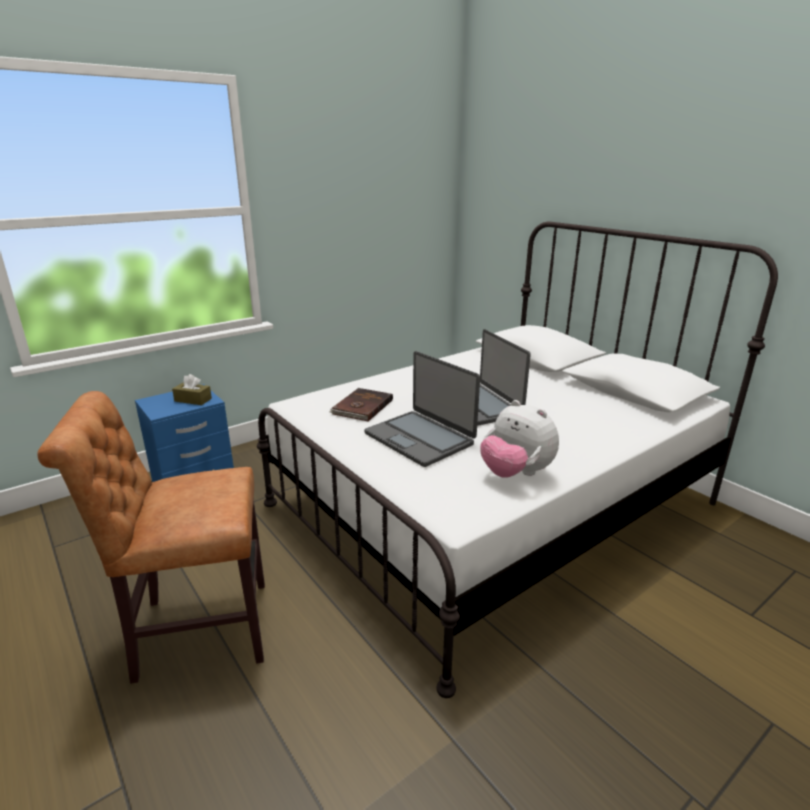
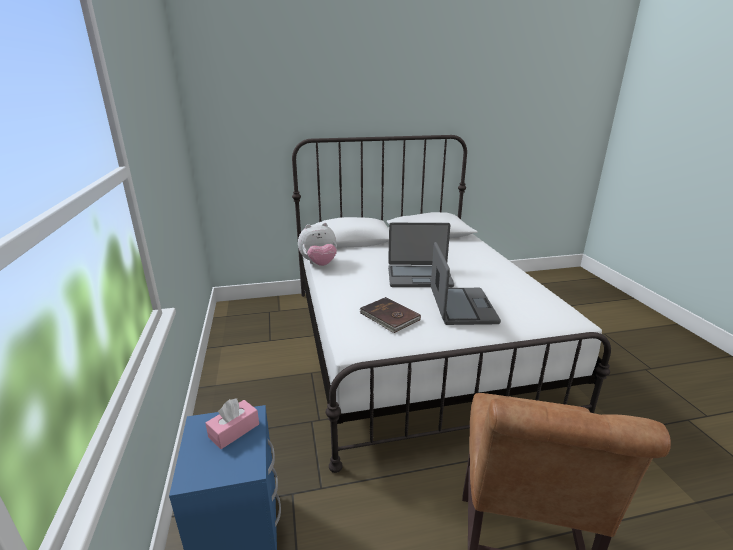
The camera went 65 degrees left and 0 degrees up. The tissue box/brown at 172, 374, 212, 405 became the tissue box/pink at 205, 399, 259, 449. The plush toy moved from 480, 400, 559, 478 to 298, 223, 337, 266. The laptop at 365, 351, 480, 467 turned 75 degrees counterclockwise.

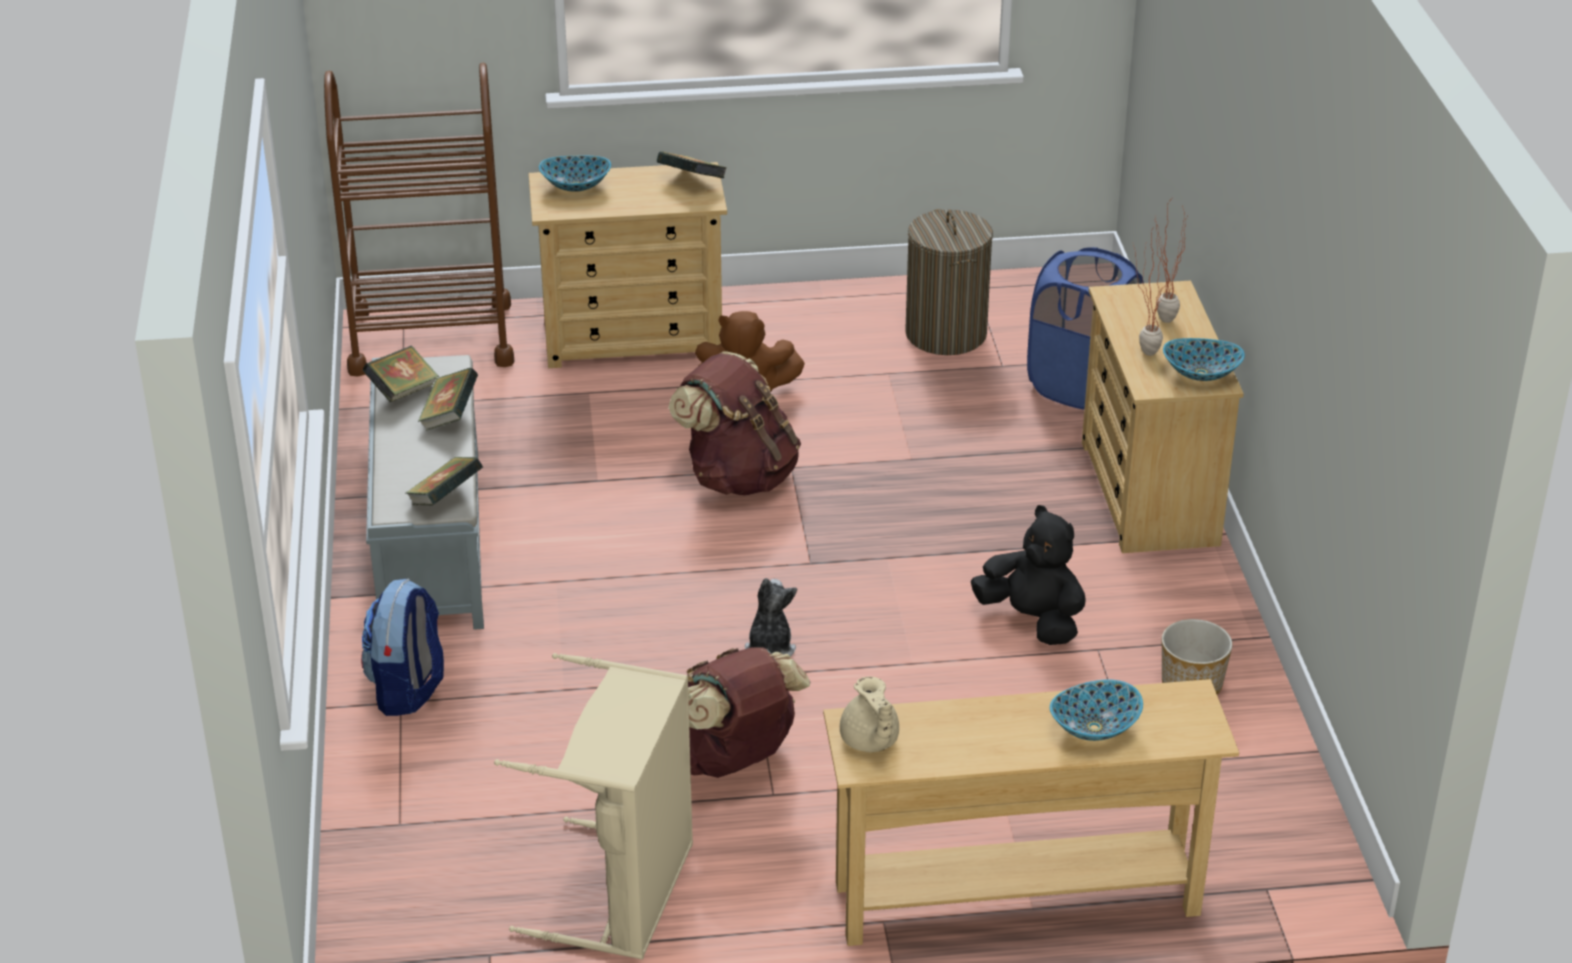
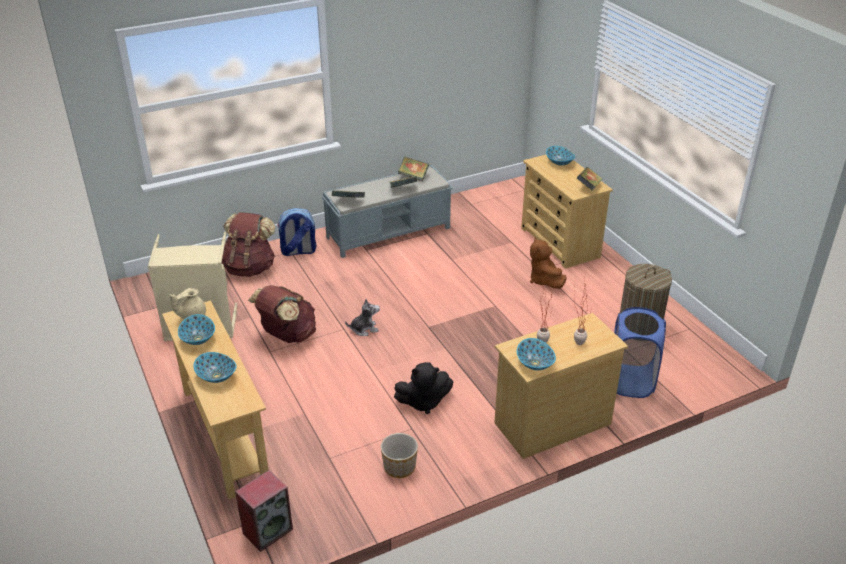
The camera went 70 degrees right and 0 degrees up. The bowl at 178, 314, 215, 345 appeared. The backpack/brown moved from 668, 351, 801, 495 to 222, 212, 275, 277. The speaker at 235, 470, 293, 552 appeared. The plush toy/black at 971, 505, 1086, 645 turned 60 degrees clockwise. The cart/brown at 324, 63, 514, 377 disappeared.

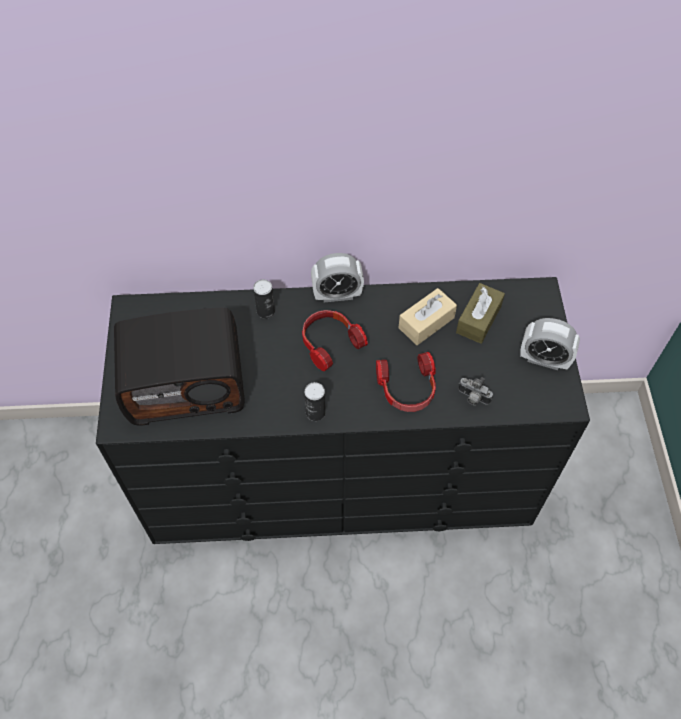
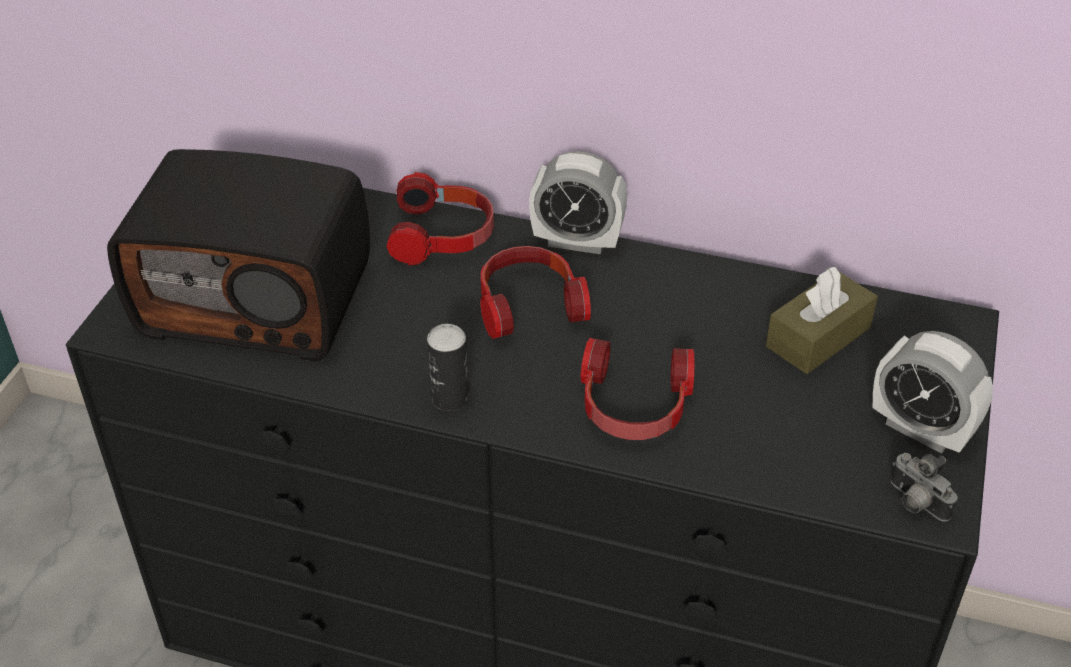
The camera went 20 degrees right and 15 degrees down. The can at 253, 279, 275, 319 was replaced by the headphones at 386, 172, 494, 266. The photo camera moved from 459, 377, 493, 406 to 891, 453, 958, 522. The tissue box/beige at 398, 288, 457, 345 disappeared.

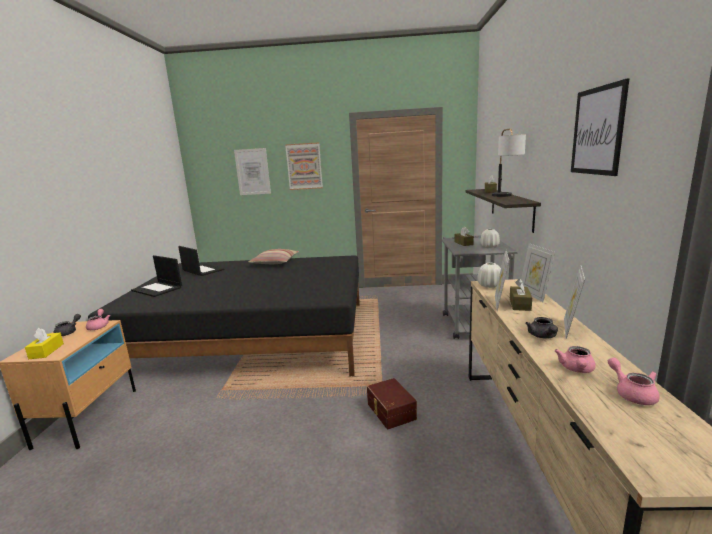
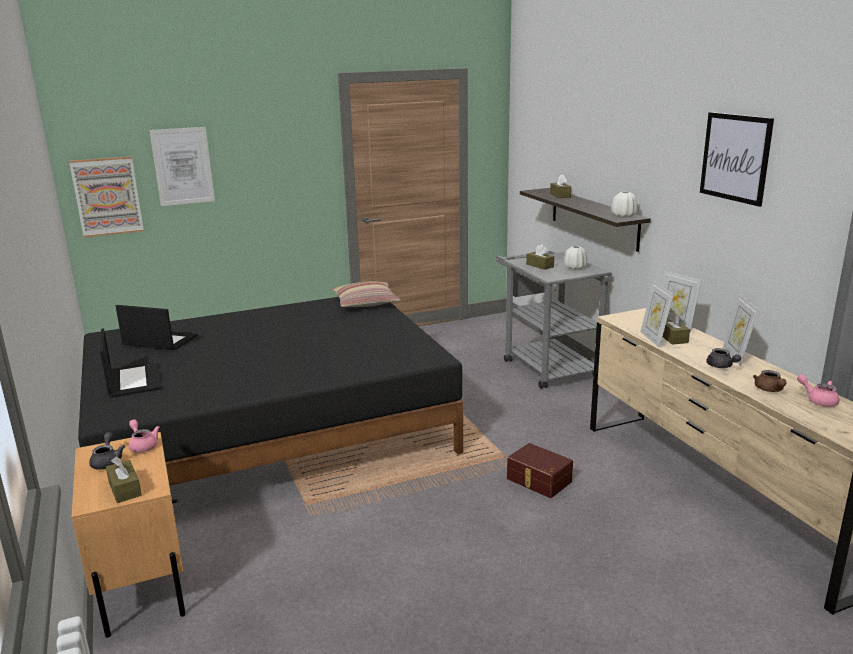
The camera went 25 degrees left and 5 degrees up. The picture moved from 285, 142, 323, 190 to 69, 156, 144, 237. The laptop at 131, 255, 182, 297 turned 120 degrees counterclockwise. The tissue box/yellow at 25, 328, 64, 359 became the tissue box/brown at 106, 457, 142, 503. The pillow moved from 248, 249, 299, 264 to 332, 281, 401, 307. The vase/white moved from 477, 263, 501, 288 to 611, 192, 637, 217. The teapot/pink at 555, 346, 596, 373 became the teapot/brown at 753, 370, 787, 392. The table lamp at 492, 129, 526, 197 disappeared.

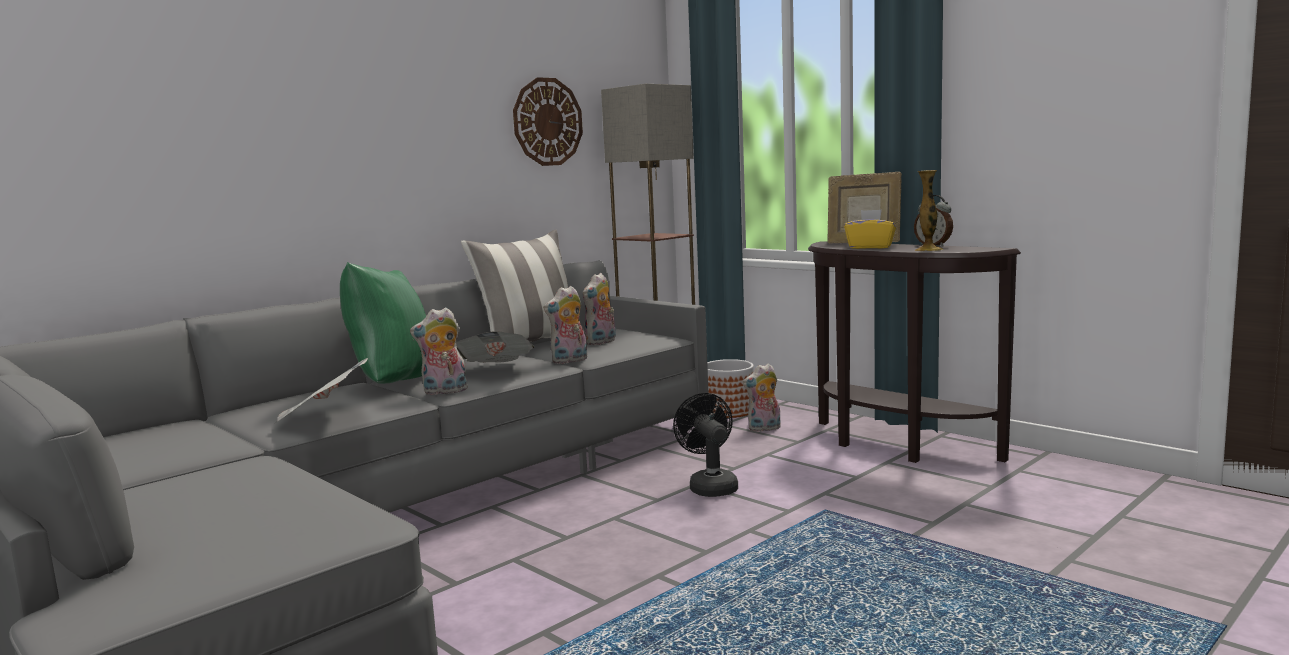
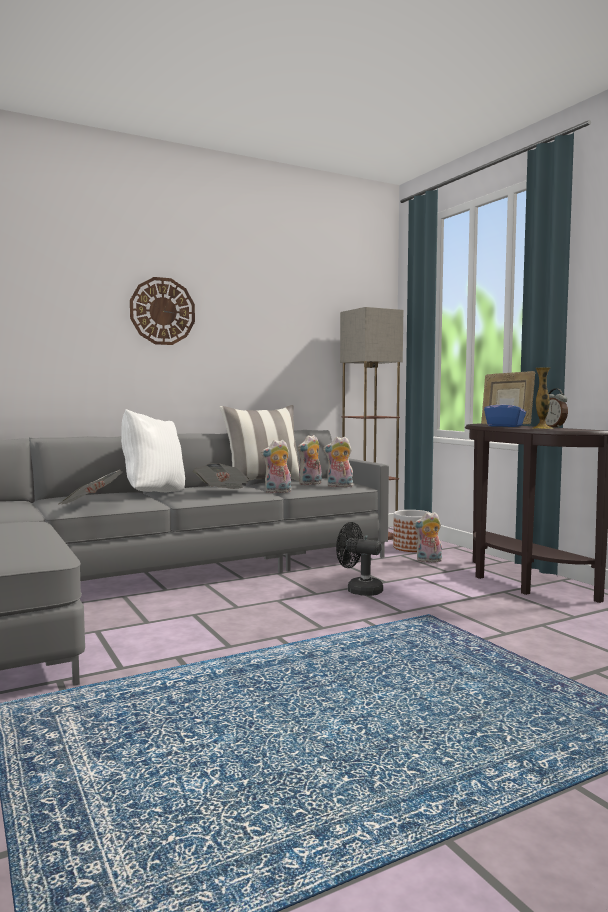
The camera went 15 degrees right and 5 degrees down. The pillow/green at 340, 262, 426, 384 became the pillow/white at 121, 409, 185, 492. The wall clock moved from 513, 77, 583, 166 to 130, 277, 195, 345. The plush toy moved from 410, 307, 468, 395 to 323, 436, 353, 487. The fan/black at 673, 393, 738, 497 turned 60 degrees counterclockwise. The tissue box/yellow at 844, 209, 896, 249 became the tissue box/blue at 484, 398, 526, 427.

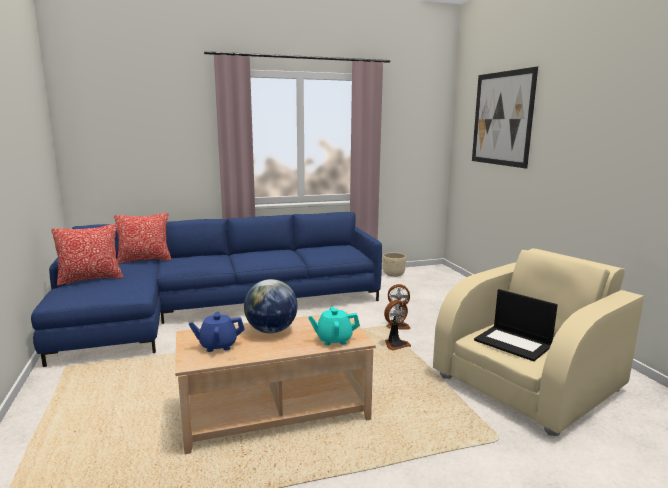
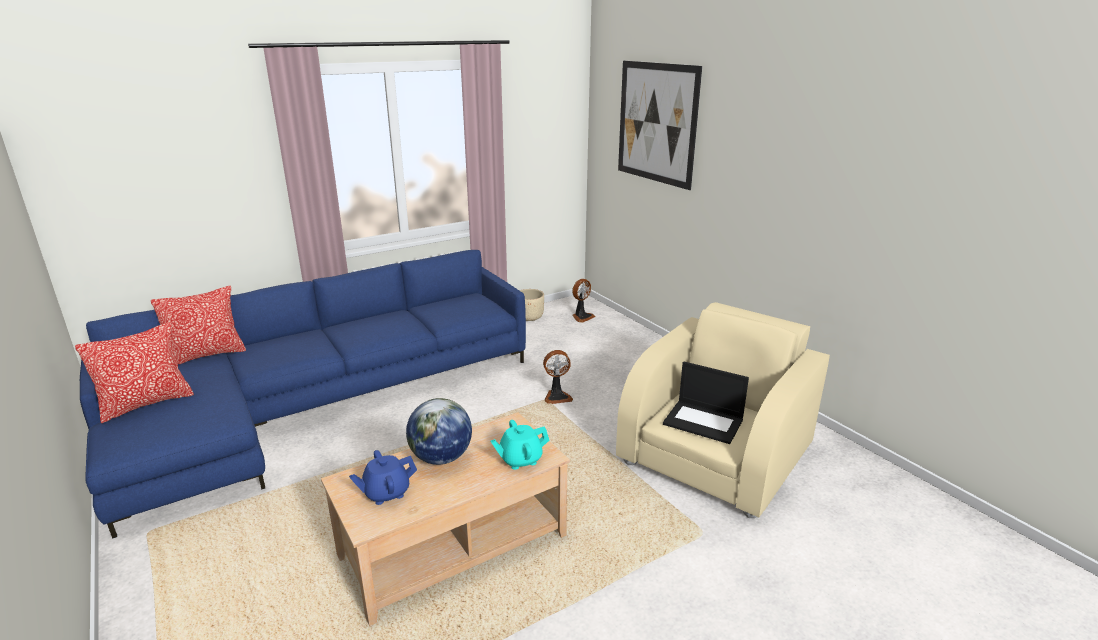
The camera went 15 degrees left and 10 degrees up. The fan moved from 384, 300, 411, 350 to 572, 279, 595, 323.

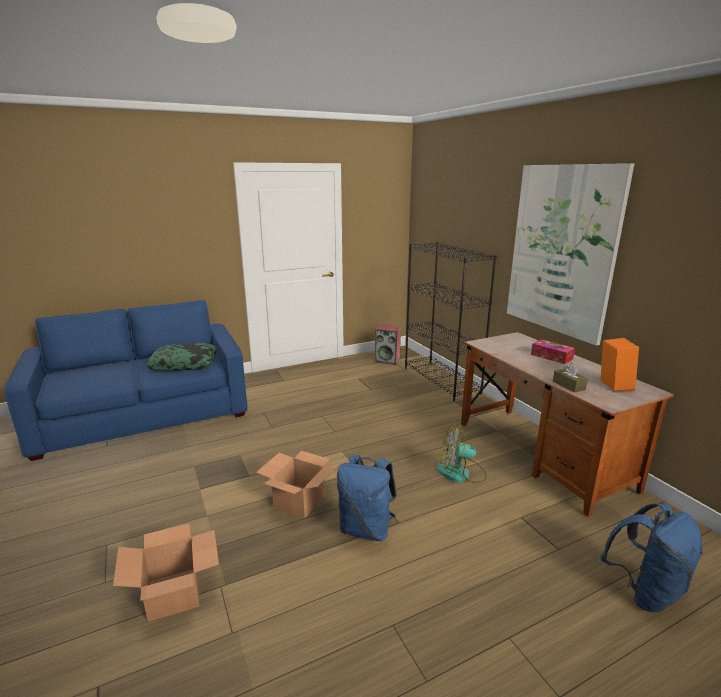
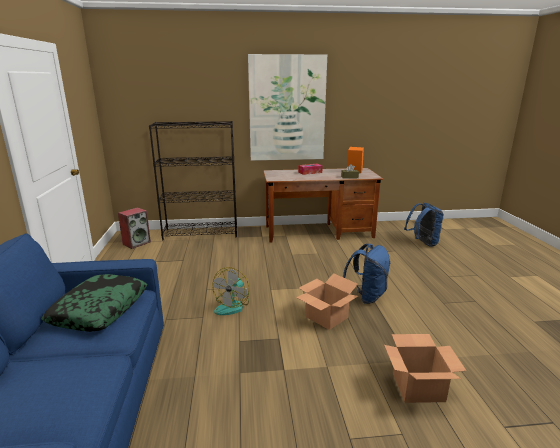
The camera went 70 degrees left and 0 degrees up. The fan moved from 437, 424, 487, 483 to 212, 267, 249, 315.

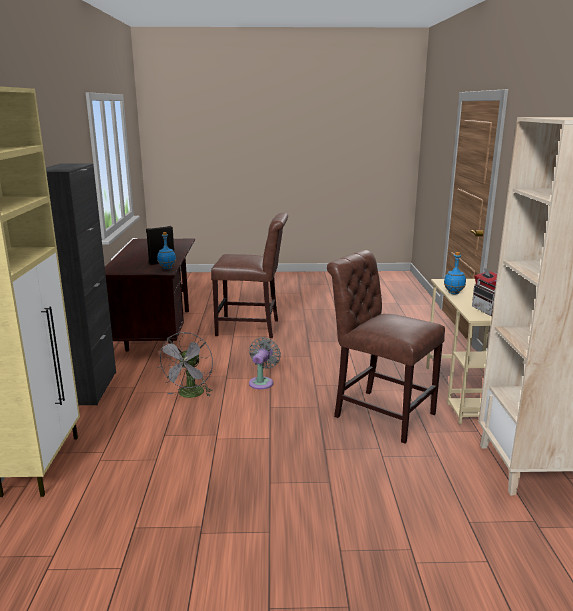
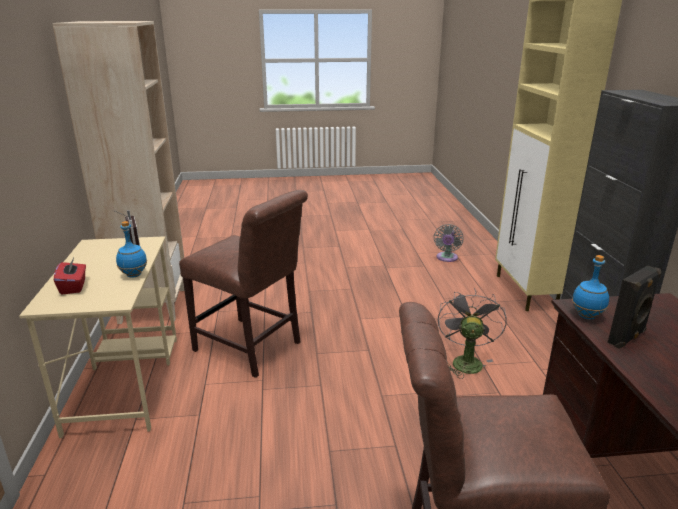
The camera went 175 degrees right and 5 degrees up. The fan/grey moved from 249, 337, 281, 390 to 434, 224, 463, 262.

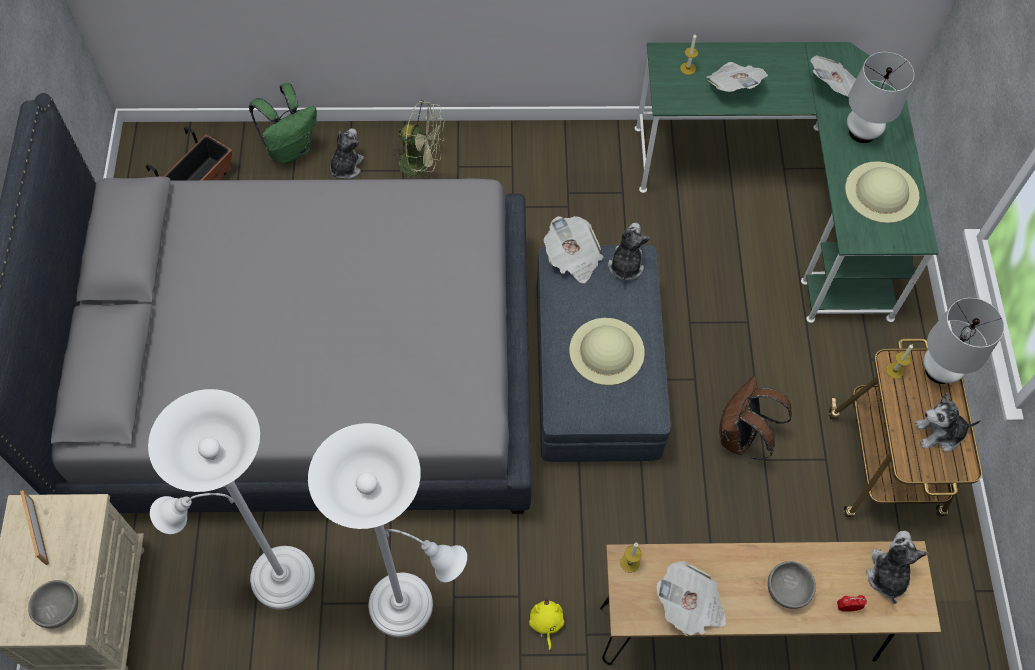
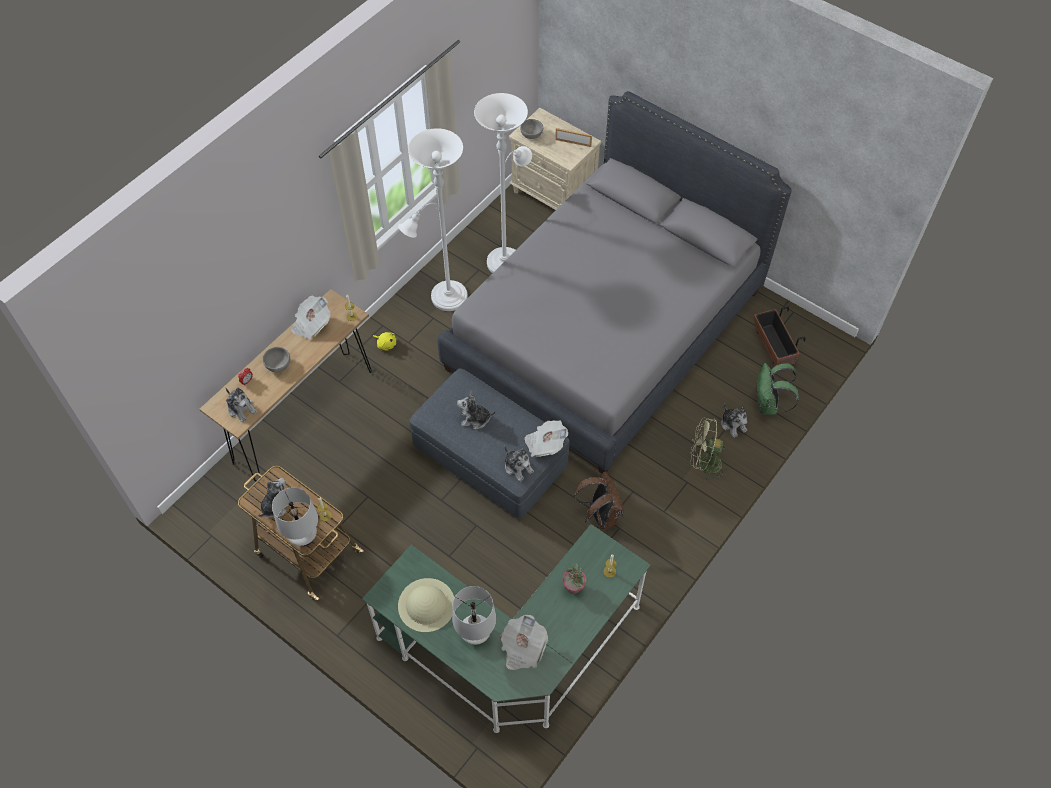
The camera went 130 degrees right and 5 degrees down. The hat/beige at 569, 318, 645, 385 was replaced by the plush toy at 457, 391, 496, 429. The newspaper at 706, 62, 768, 92 was replaced by the potted plant at 562, 563, 586, 594. The backpack/brown moved from 719, 376, 792, 460 to 574, 471, 624, 529. The fan/green at 393, 100, 445, 177 turned 45 degrees clockwise.

